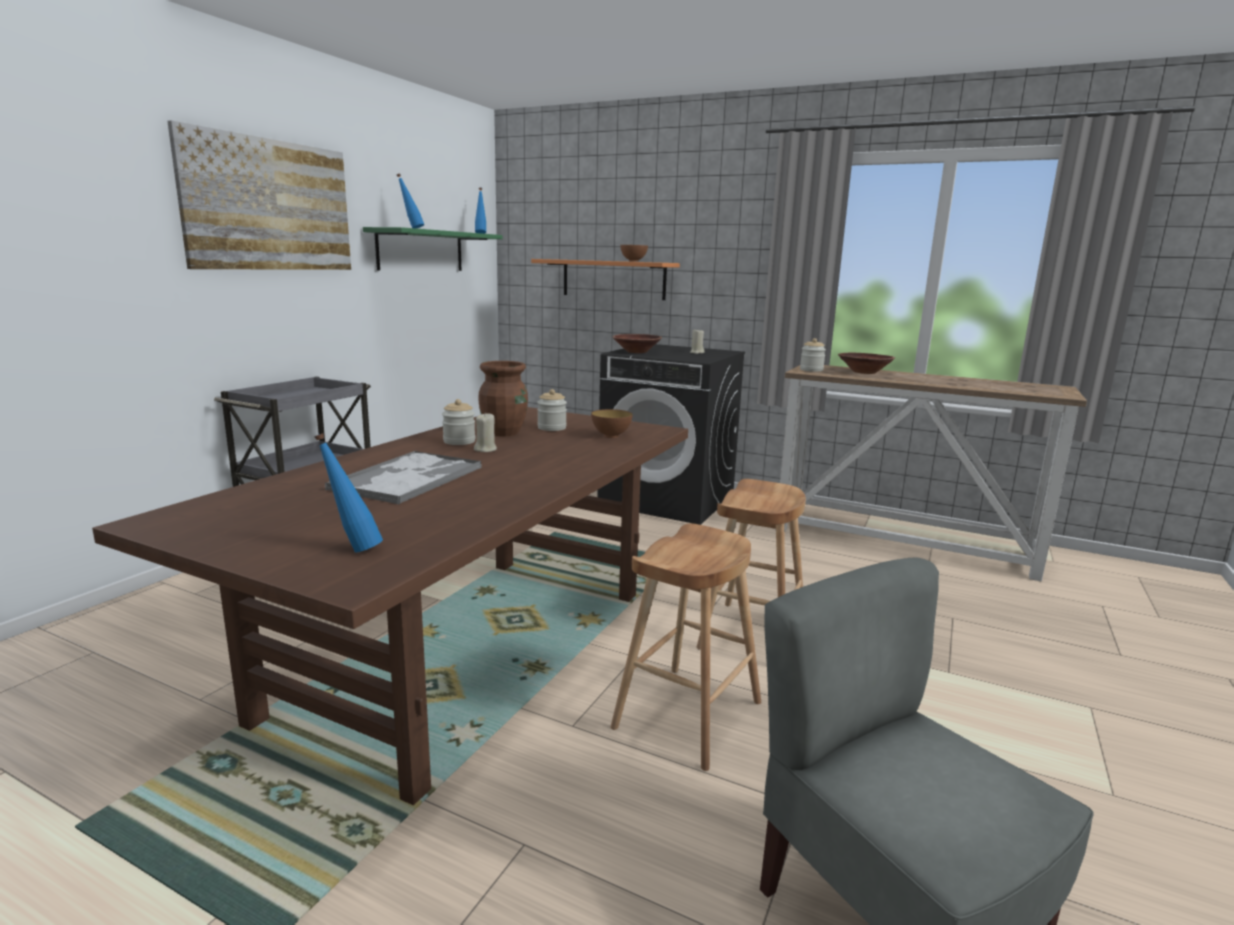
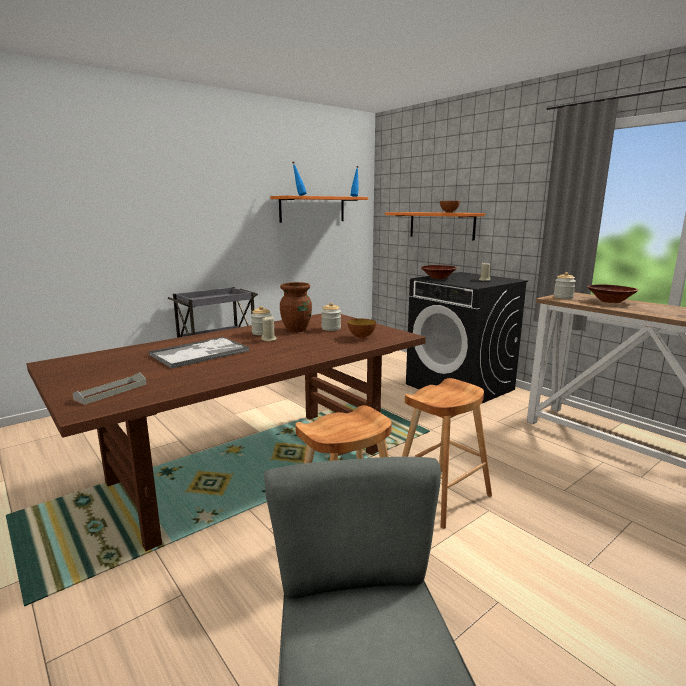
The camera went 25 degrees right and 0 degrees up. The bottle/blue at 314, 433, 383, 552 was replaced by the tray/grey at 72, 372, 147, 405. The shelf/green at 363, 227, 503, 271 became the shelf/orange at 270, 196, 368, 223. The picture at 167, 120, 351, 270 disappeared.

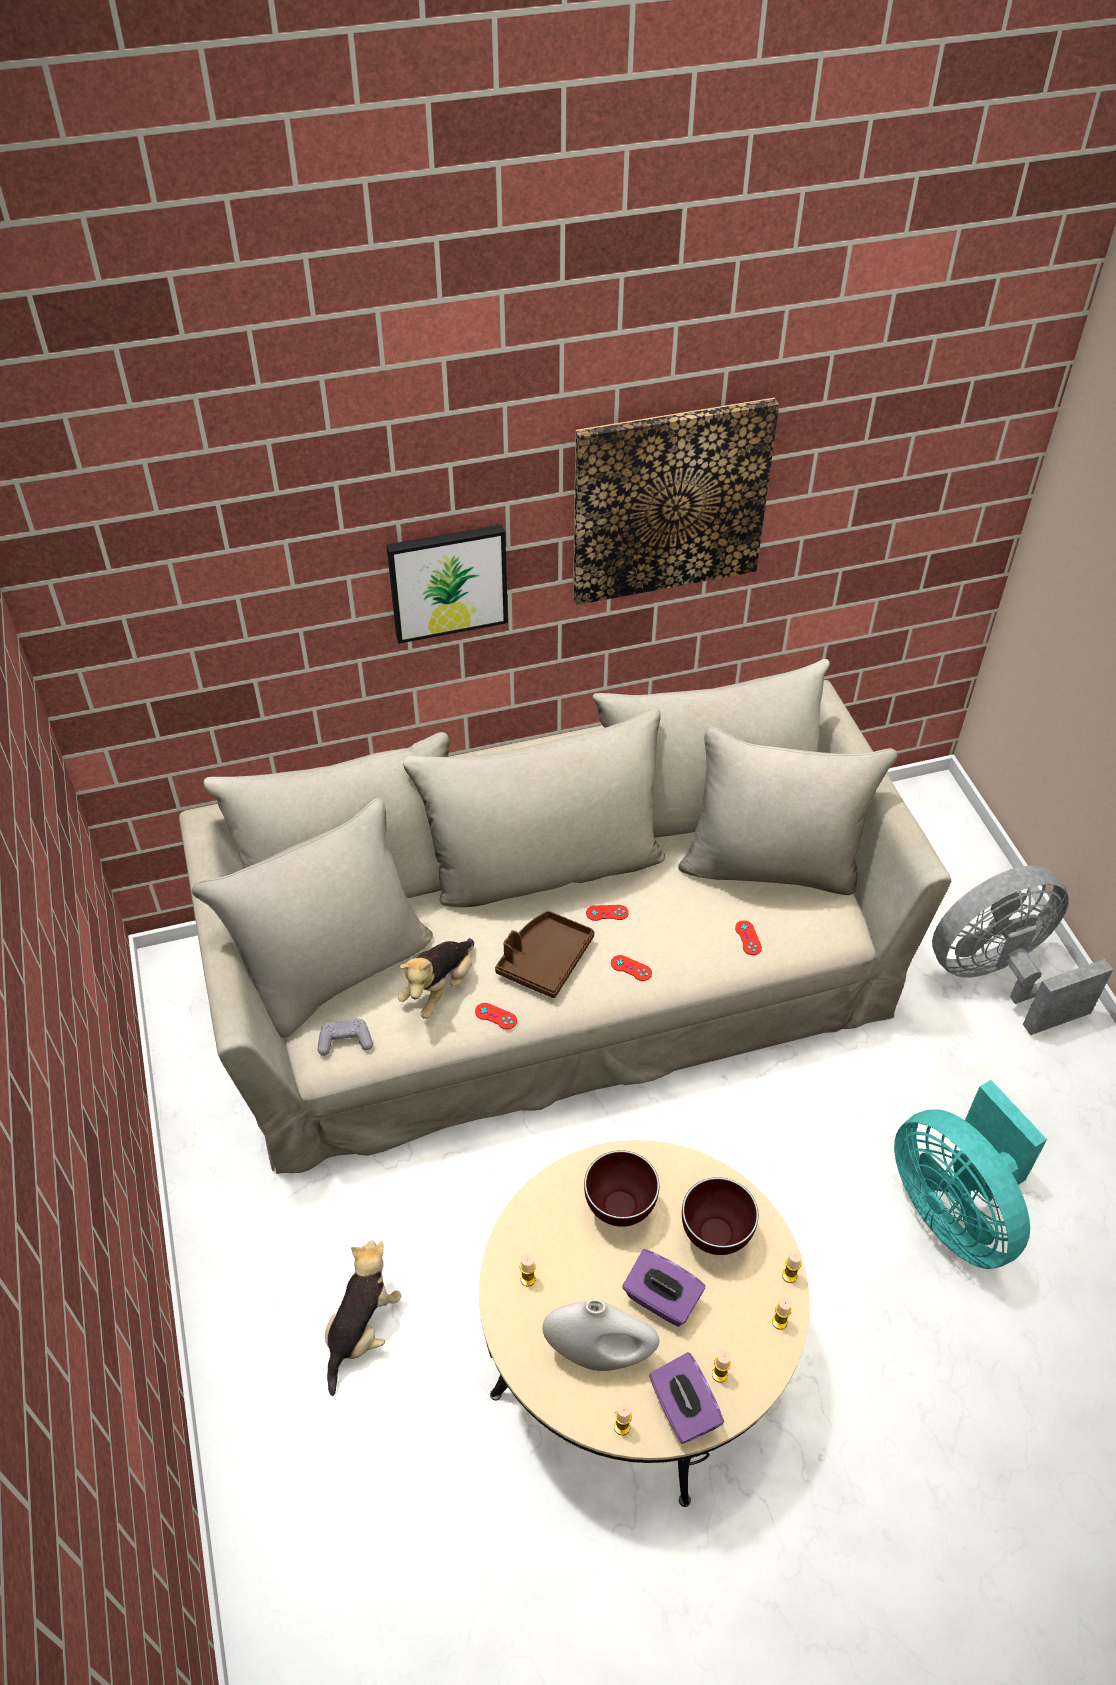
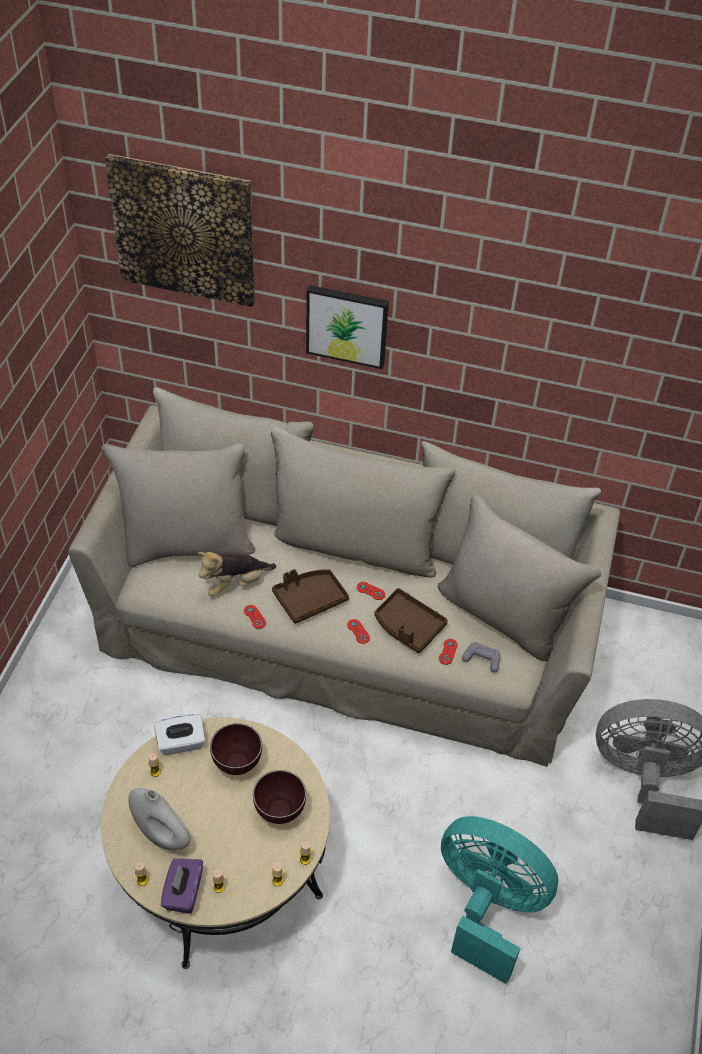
The camera went 30 degrees right and 0 degrees up. The picture moved from 573, 398, 779, 605 to 105, 154, 255, 307. The tissue box/white at 154, 714, 205, 755 appeared. The tray/brown at 375, 588, 448, 653 appeared. The fan/turquoise at 894, 1080, 1047, 1269 turned 120 degrees clockwise. The game controller/grey moved from 318, 1019, 373, 1056 to 462, 642, 500, 673. The plush toy at 325, 1241, 401, 1396 disappeared. The tissue box/purple at 622, 1249, 705, 1327 disappeared.

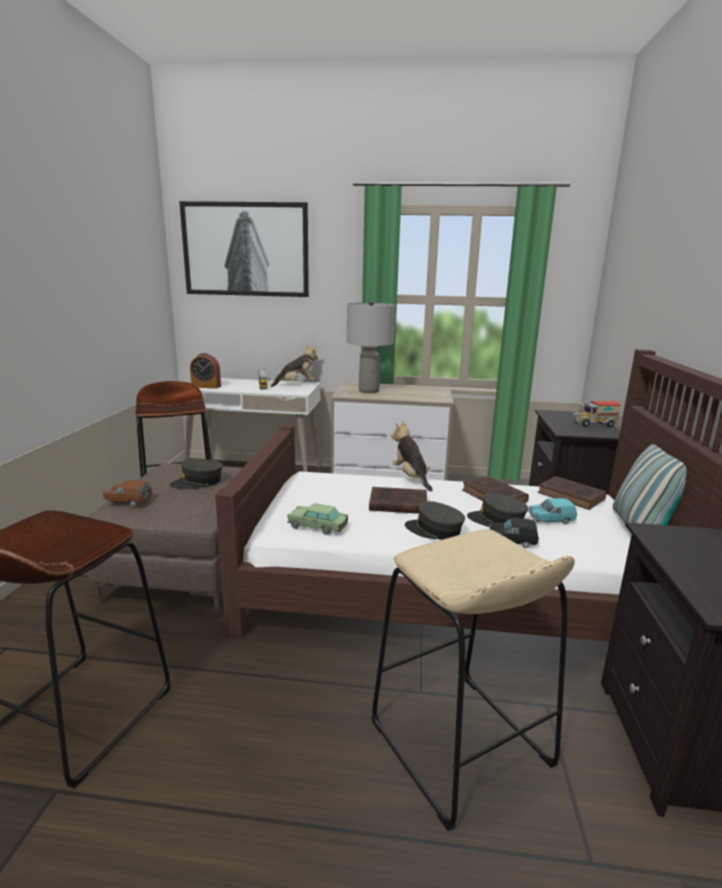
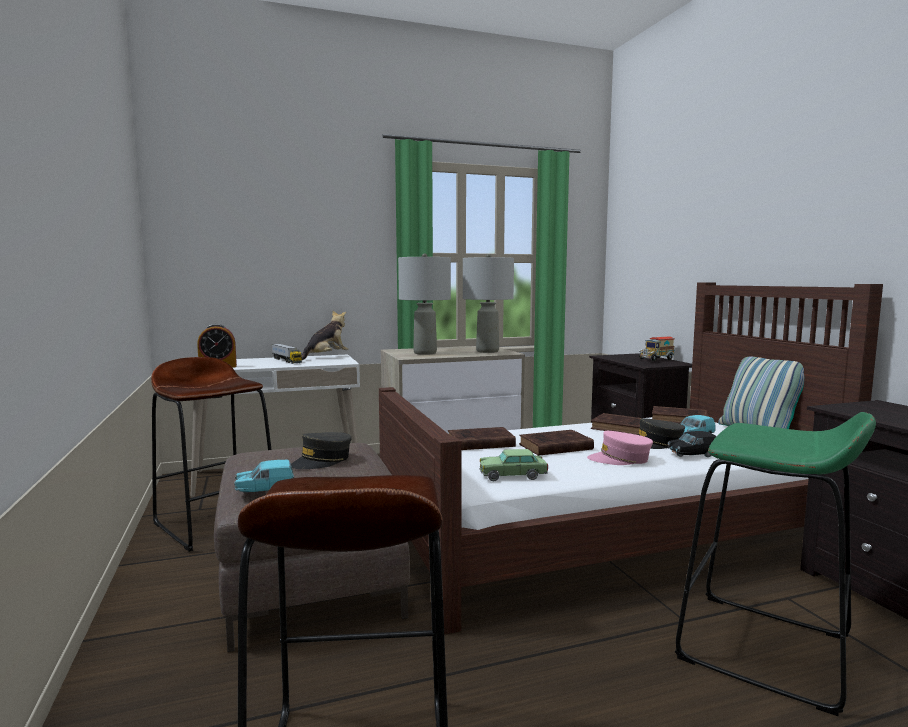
The camera went 25 degrees left and 10 degrees down. The toy car/brown at 103, 480, 152, 507 became the toy car/turquoise at 234, 460, 294, 493. The book/brown at 448, 427, 516, 450 appeared. The table lamp/grey at 463, 254, 514, 353 appeared. The cap/grey at 405, 501, 465, 540 became the cap/pink at 587, 431, 653, 465. The stool/beige at 371, 529, 575, 831 became the stool/green at 675, 412, 876, 716. The picture at 179, 201, 309, 297 disappeared. The plush toy at 391, 421, 433, 491 disappeared.

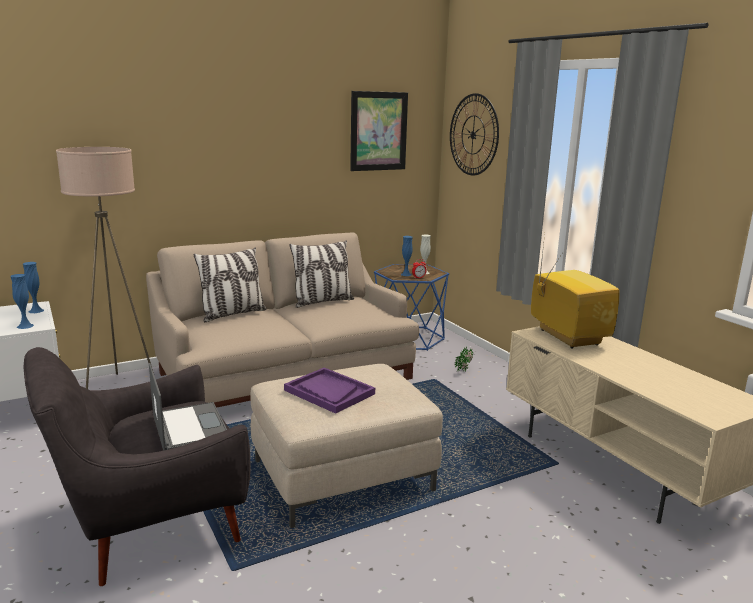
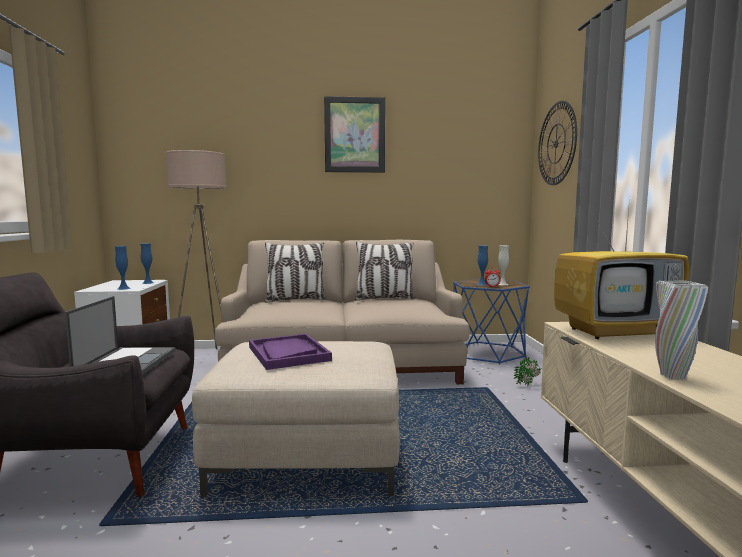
The camera went 25 degrees right and 10 degrees down. The picture moved from 350, 91, 408, 171 to 324, 96, 385, 173. The television at 531, 235, 620, 349 turned 75 degrees clockwise. The vase/white at 655, 281, 708, 380 appeared.

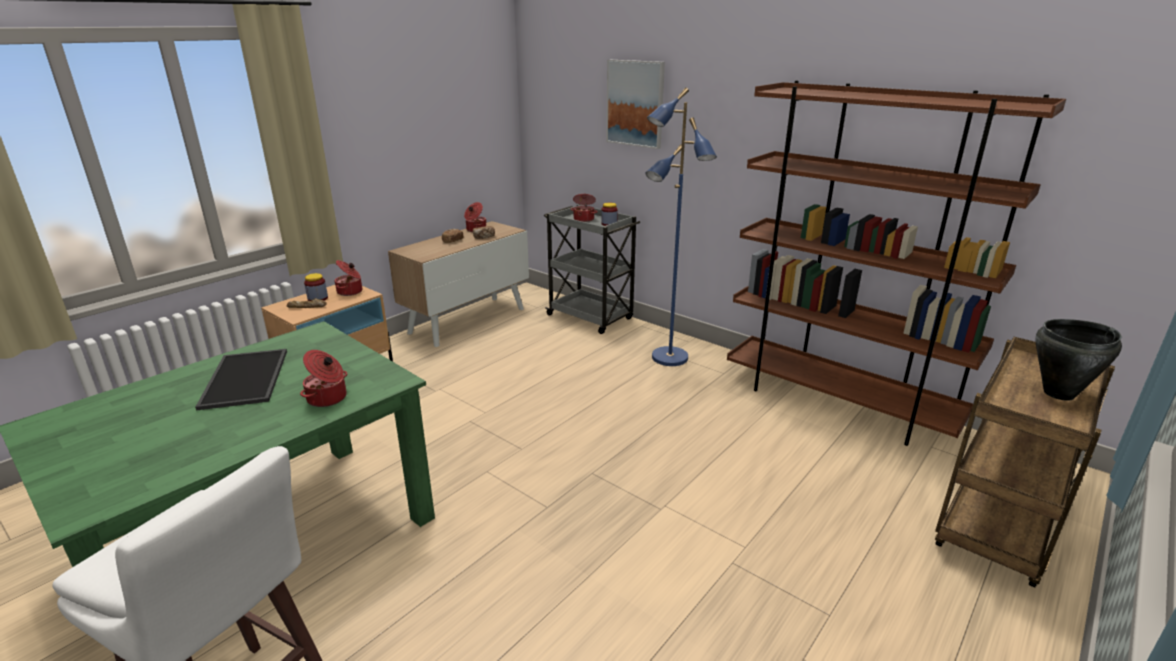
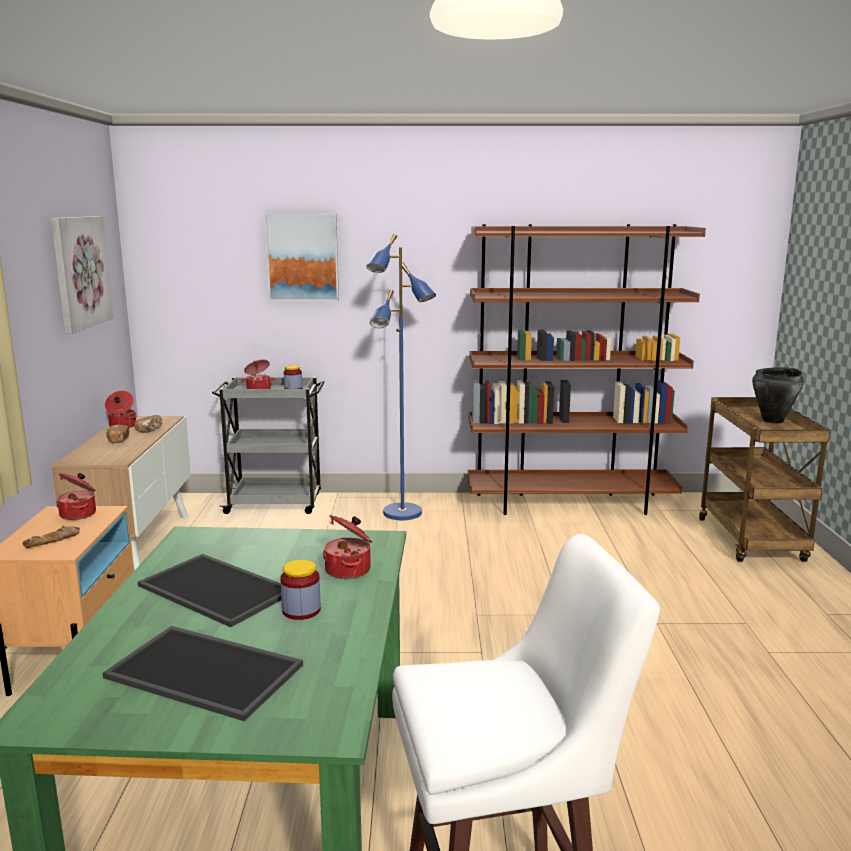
The camera went 40 degrees left and 10 degrees down. The picture at 51, 216, 114, 334 appeared. The tray at 103, 626, 303, 721 appeared. The jar moved from 304, 273, 328, 301 to 280, 560, 321, 620.

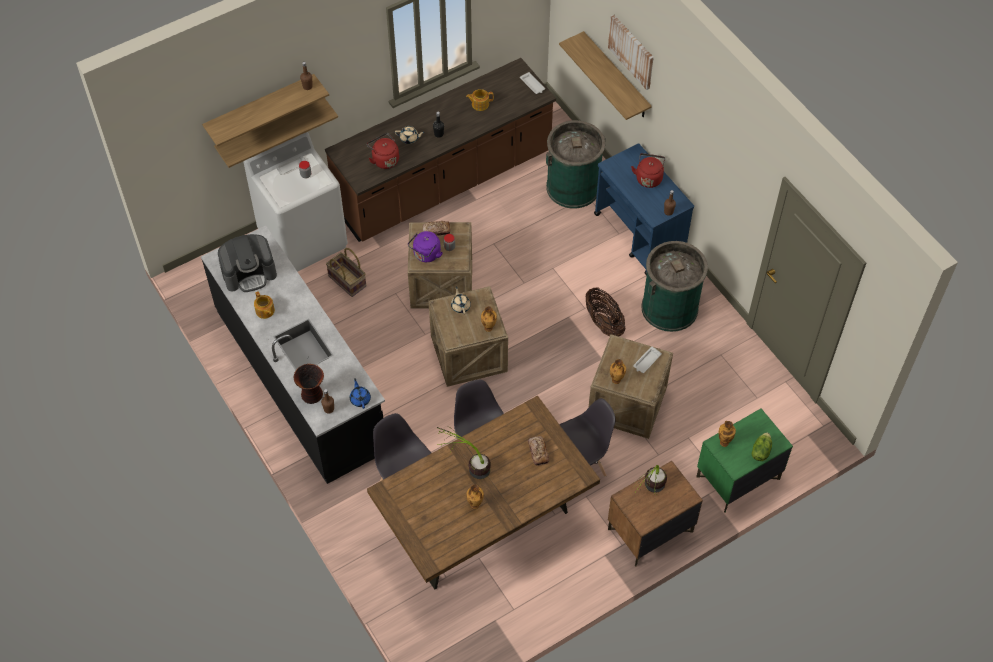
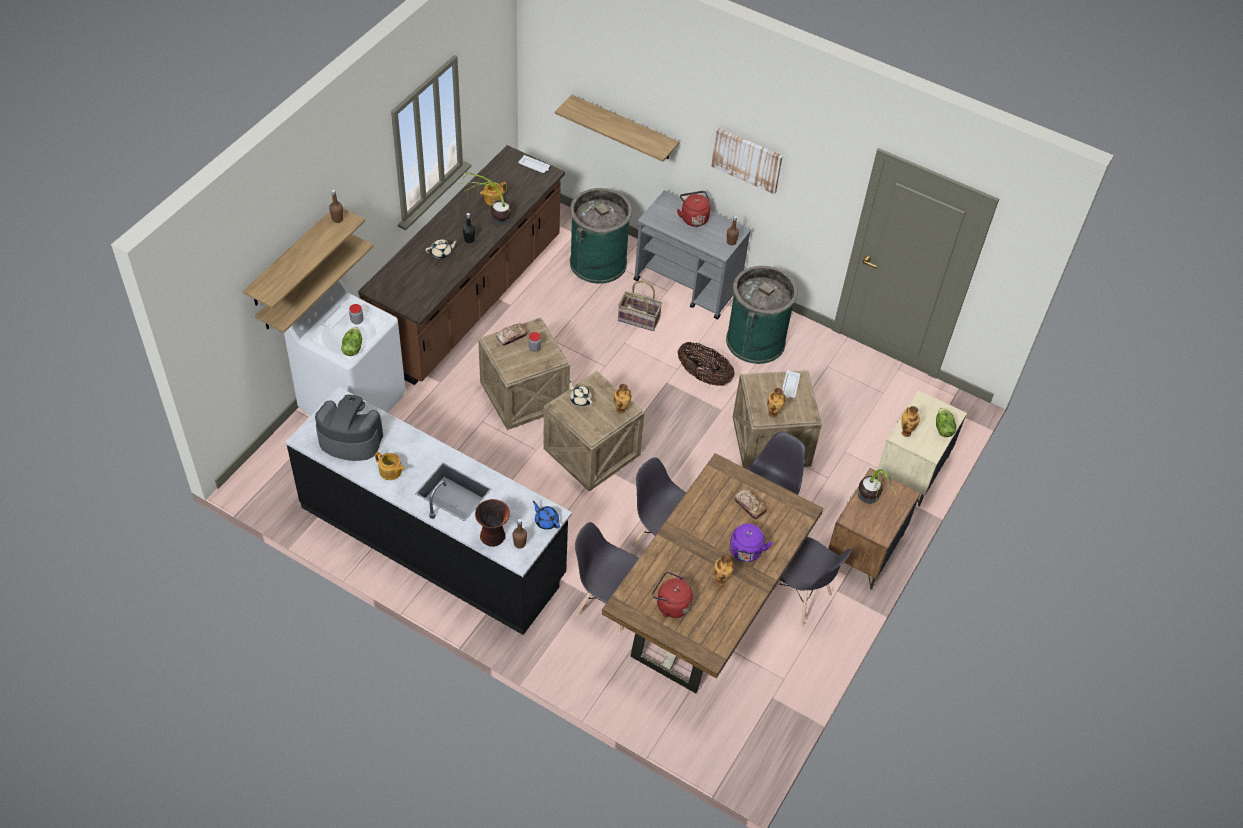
The camera went 30 degrees left and 5 degrees down. The coffee machine at 218, 234, 277, 292 turned 120 degrees counterclockwise. The lettuce at 341, 327, 362, 356 appeared. The potted plant moved from 437, 425, 491, 479 to 460, 172, 512, 225. The basket moved from 326, 248, 366, 297 to 618, 281, 662, 331. The cart/blue at 594, 143, 694, 276 became the cart/grey at 634, 190, 751, 319. The kettle/red moved from 367, 133, 399, 169 to 652, 572, 693, 618. The picture moved from 608, 15, 654, 90 to 711, 128, 783, 194. The kettle/purple moved from 408, 231, 443, 262 to 730, 523, 773, 562. The chair/grey at 771, 537, 852, 626 appeared. The nightstand/green at 696, 408, 793, 512 became the nightstand/beige at 877, 390, 967, 507.

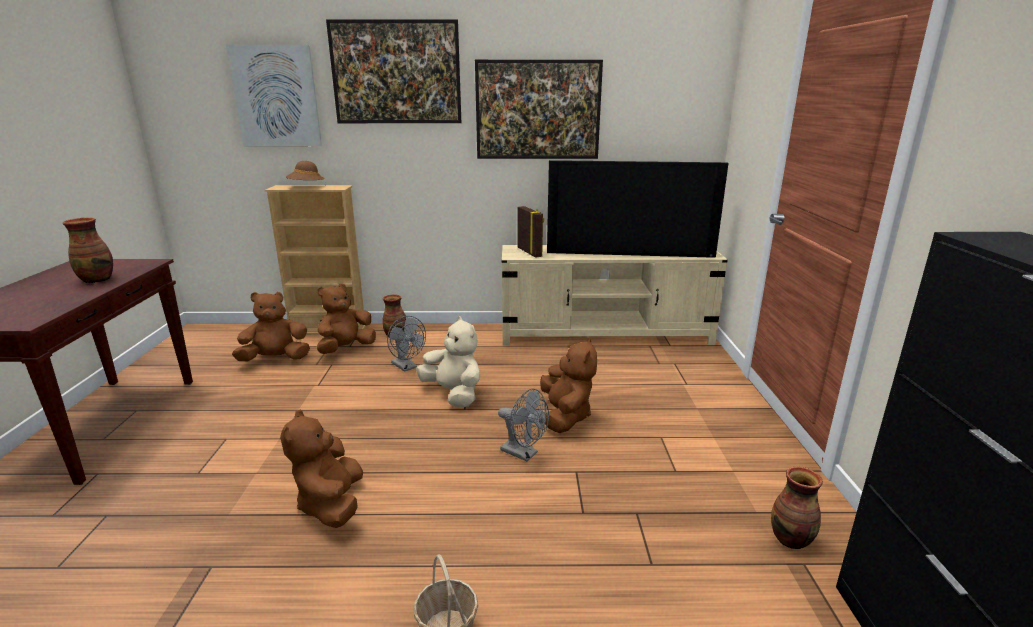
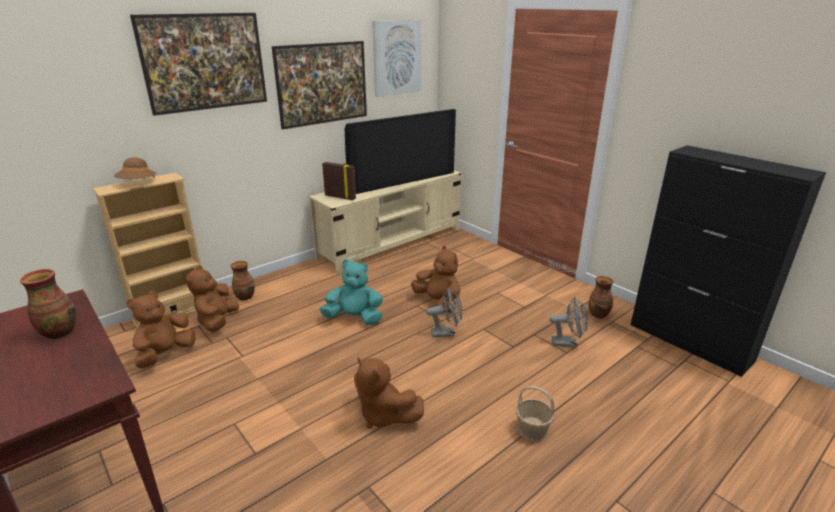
The camera went 40 degrees left and 5 degrees up. The plush toy/beige at 416, 316, 480, 407 became the plush toy/turquoise at 320, 259, 383, 325. The picture moved from 226, 45, 322, 146 to 372, 19, 422, 97. The fan/grey moved from 387, 316, 426, 372 to 549, 297, 588, 348.

